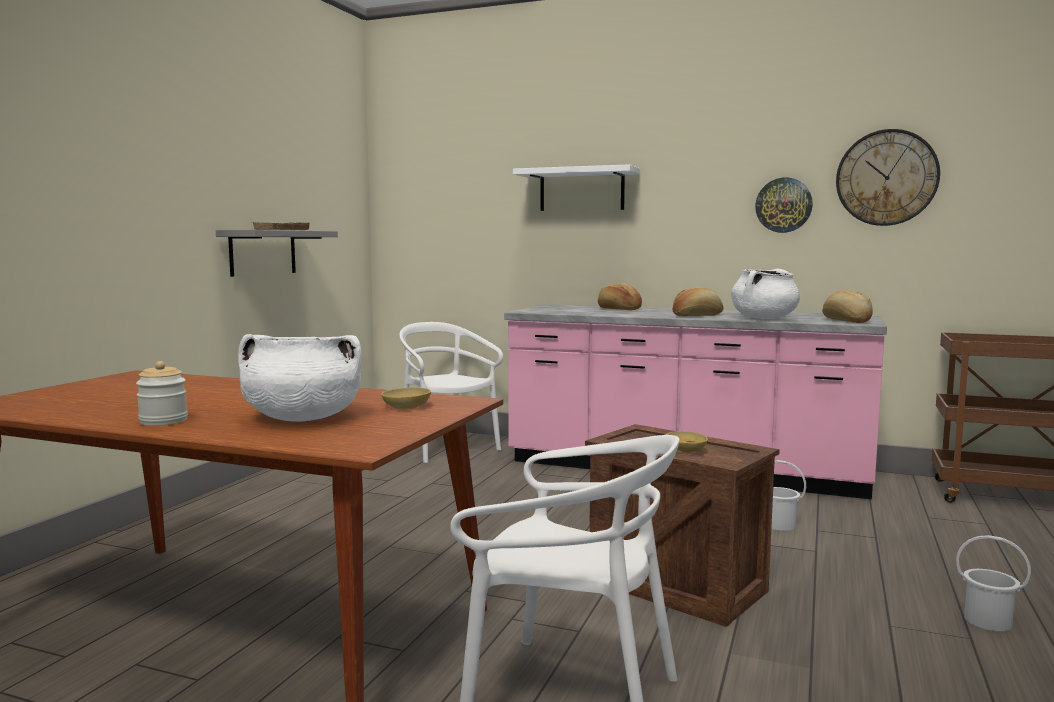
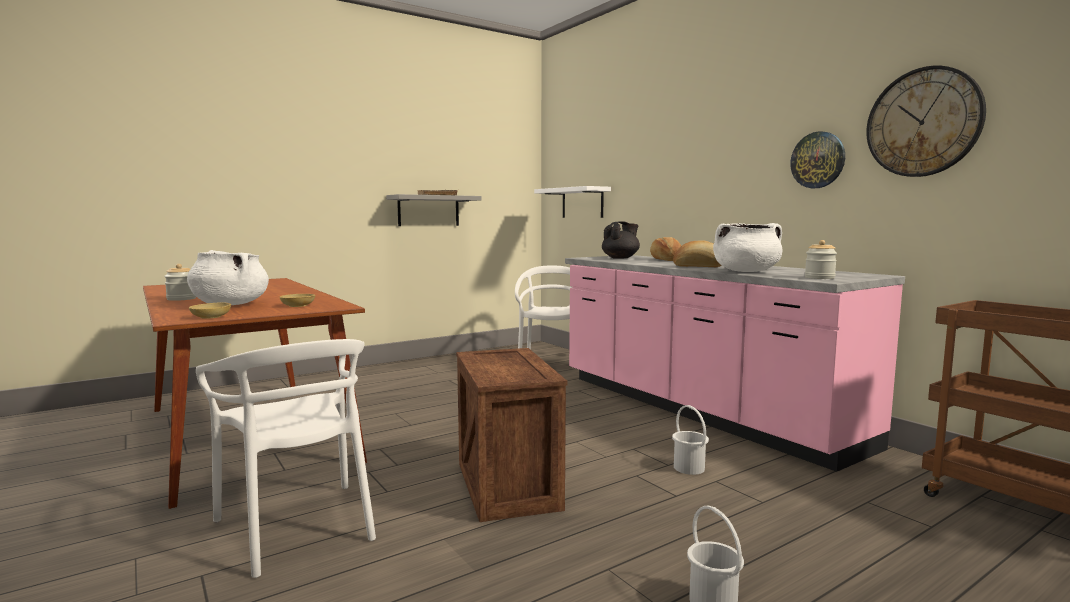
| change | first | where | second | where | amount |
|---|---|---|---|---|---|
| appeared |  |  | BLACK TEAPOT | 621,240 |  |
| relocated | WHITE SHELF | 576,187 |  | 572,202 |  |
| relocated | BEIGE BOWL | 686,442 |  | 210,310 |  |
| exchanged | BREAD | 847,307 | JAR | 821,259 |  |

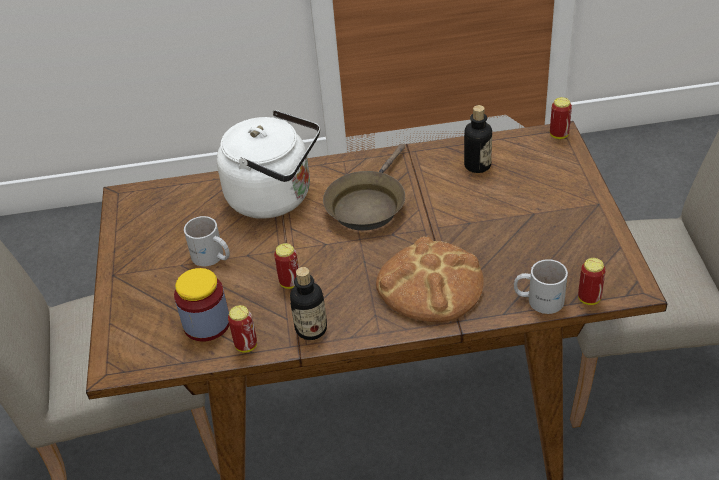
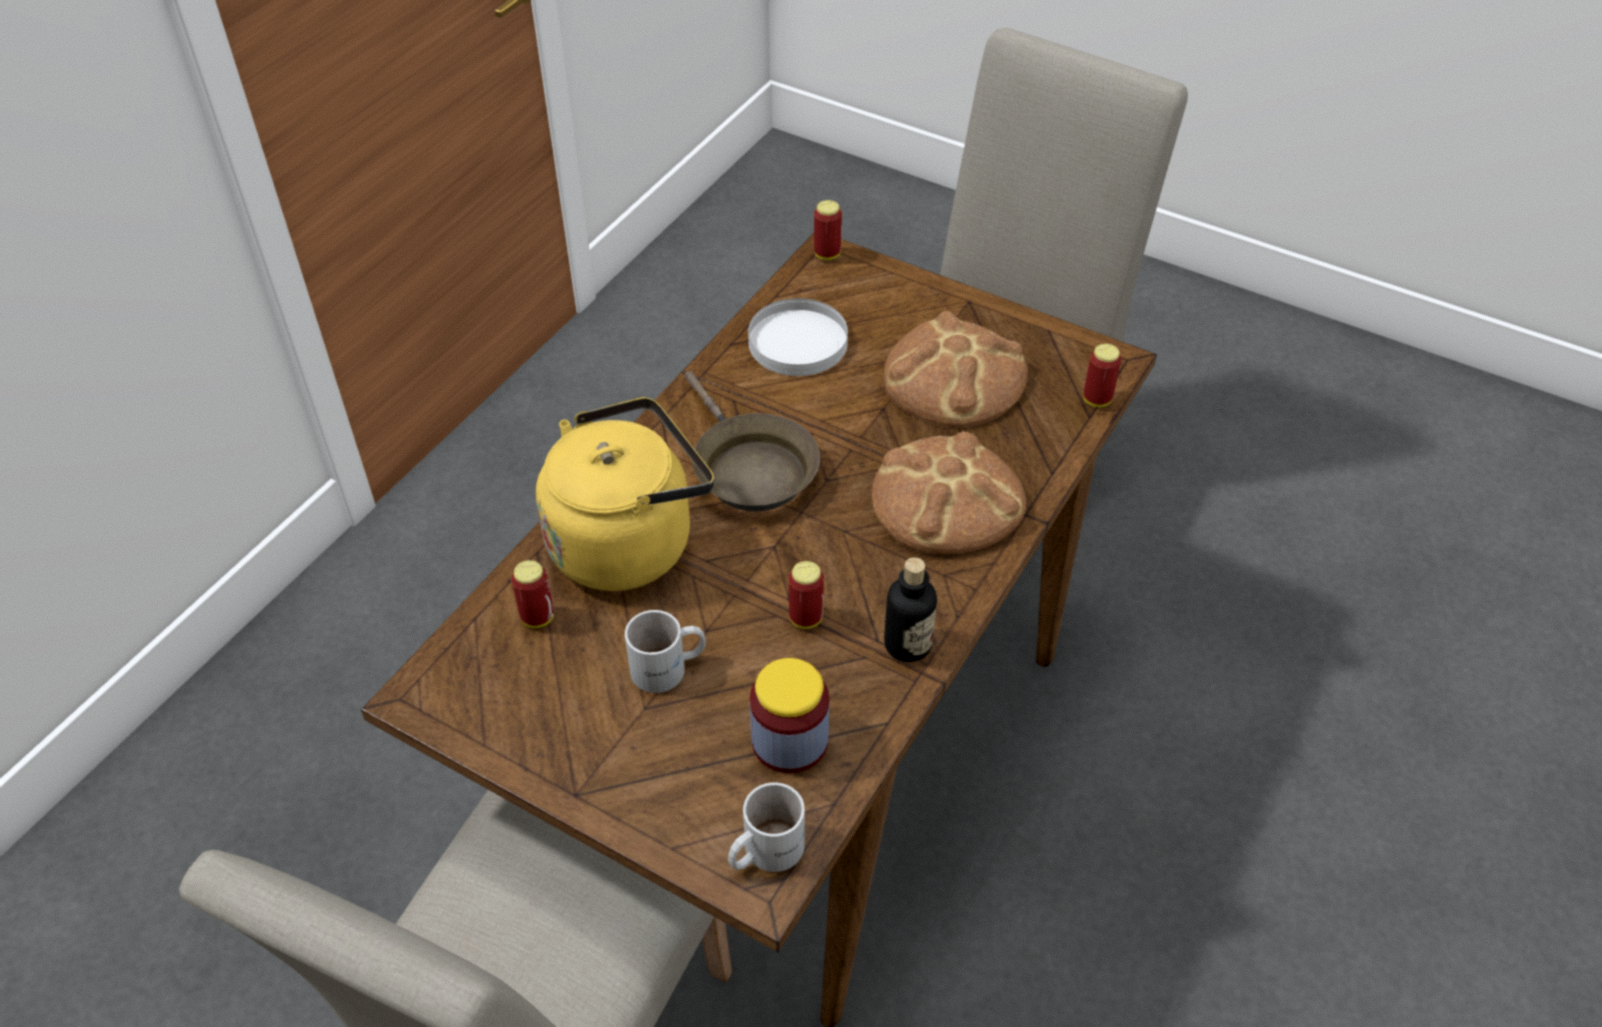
| change | first | where | second | where | amount |
|---|---|---|---|---|---|
| appeared |  |  | BREAD | 956,370 |  |
| relocated | CAN | 242,329 |  | 532,594 |  |
| relocated | WHITE MUG | 541,286 |  | 766,827 |  |
| exchanged | BOTTLE | 478,139 | WHITE PLATE | 798,337 |  |
| colour | WHITE KETTLE | 268,164 | YELLOW KETTLE | 625,494 |  |

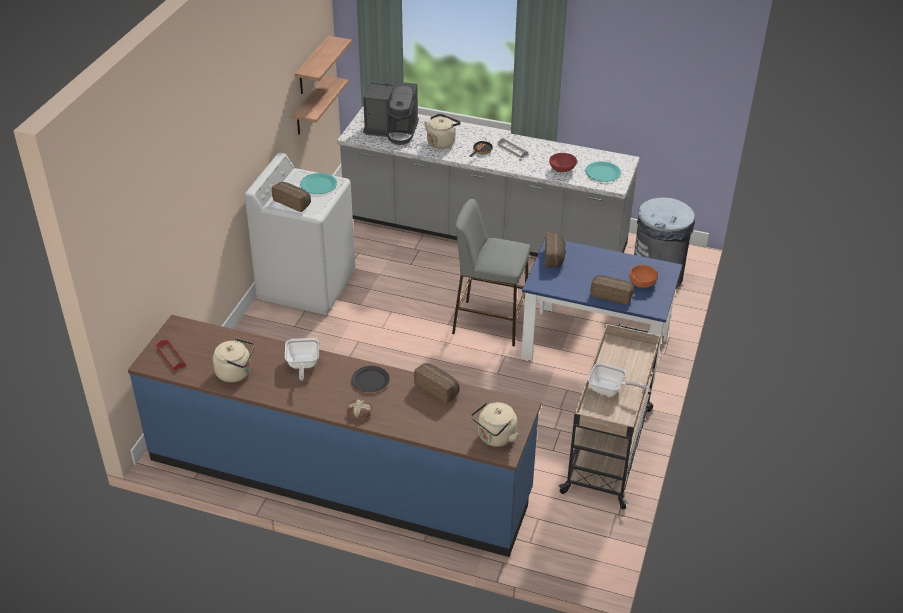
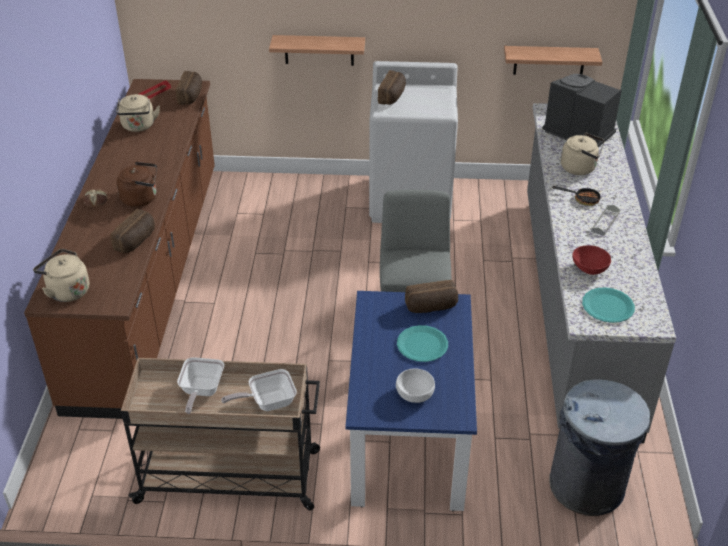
| change | first | where | second | where | amount |
|---|---|---|---|---|---|
| relocated | FRYING PAN | 302,359 |  | 259,390 |  |
| relocated | SHELF | 323,65 |  | 317,50 |  |
| relocated | TURQUOISE PLATE | 318,183 |  | 422,343 |  |
| relocated | BREAD | 612,290 |  | 189,88 |  |
| exchanged | BLACK PLATE | 370,379 | BROWN KETTLE | 137,184 |  |
| colour | BLUE COUNTER | 335,436 | BROWN COUNTER | 119,249 |  |
| colour | ORANGE BOWL | 643,276 | WHITE BOWL | 415,385 |  |
| spun | COFFEE MACHINE | 391,113 |  | 582,111 | 135 degrees clockwise |

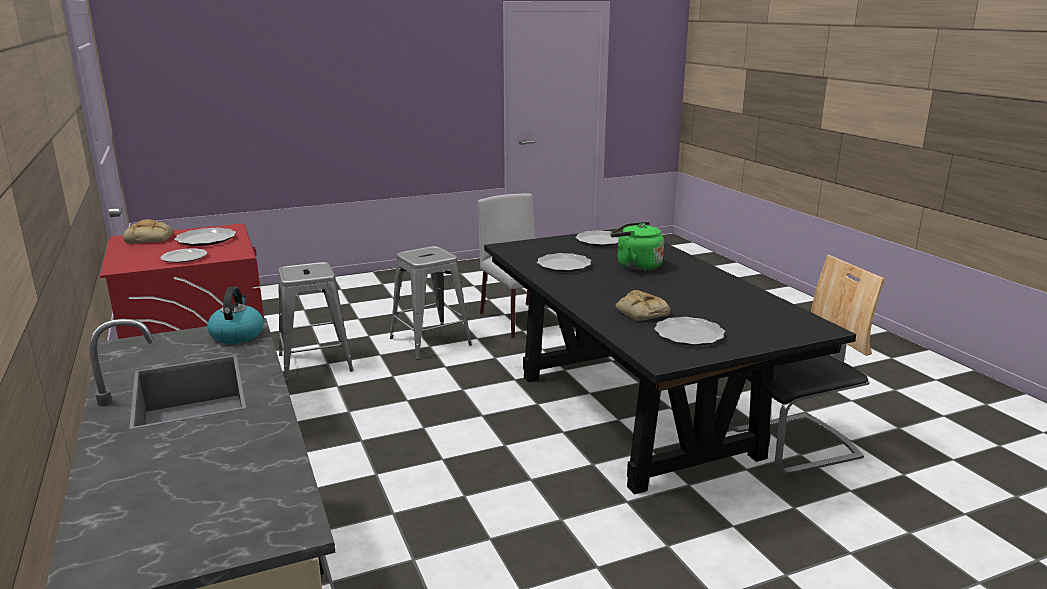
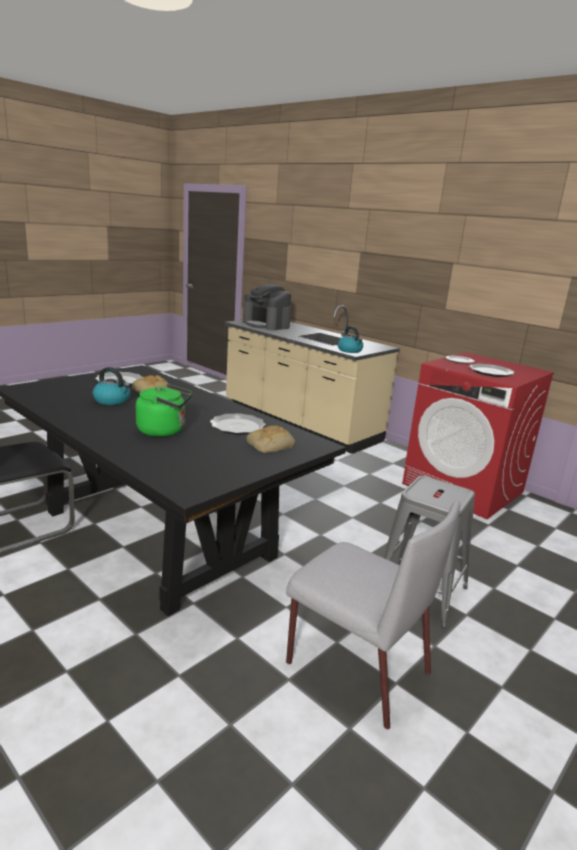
| change | first | where | second | where | amount |
|---|---|---|---|---|---|
| missing | GREY STOOL | 316,322 |  |  |  |
| missing | PLATE | 597,238 |  |  |  |
| appeared |  |  | KETTLE | 111,386 |  |
| appeared |  |  | COFFEE MACHINE | 267,307 |  |
| relocated | BREAD | 148,231 |  | 270,439 |  |

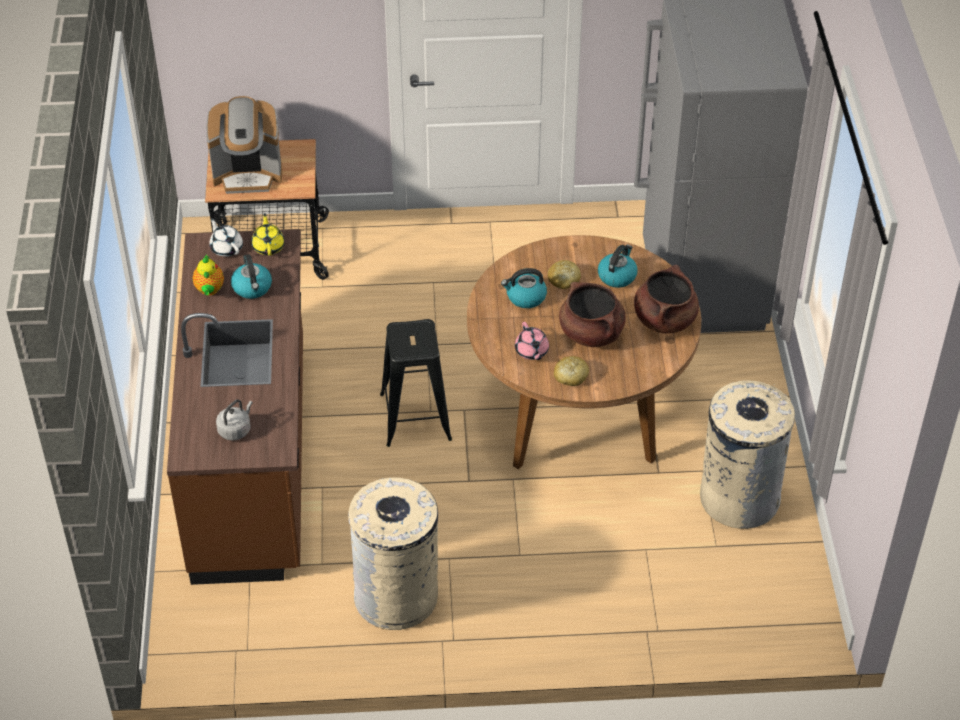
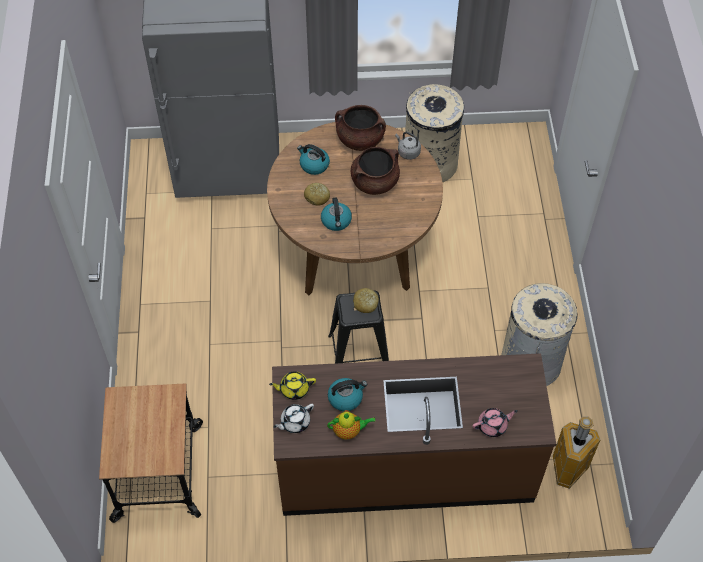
| change | first | where | second | where | amount |
|---|---|---|---|---|---|
| missing | COFFEE MACHINE | 244,145 |  |  |  |
| appeared |  |  | TRASH CAN | 576,452 |  |
| relocated | GREY KETTLE | 234,420 |  | 408,146 |  |
| relocated | PINK TEAPOT | 532,341 |  | 495,422 |  |
| relocated | BREAD | 571,371 |  | 366,300 |  |

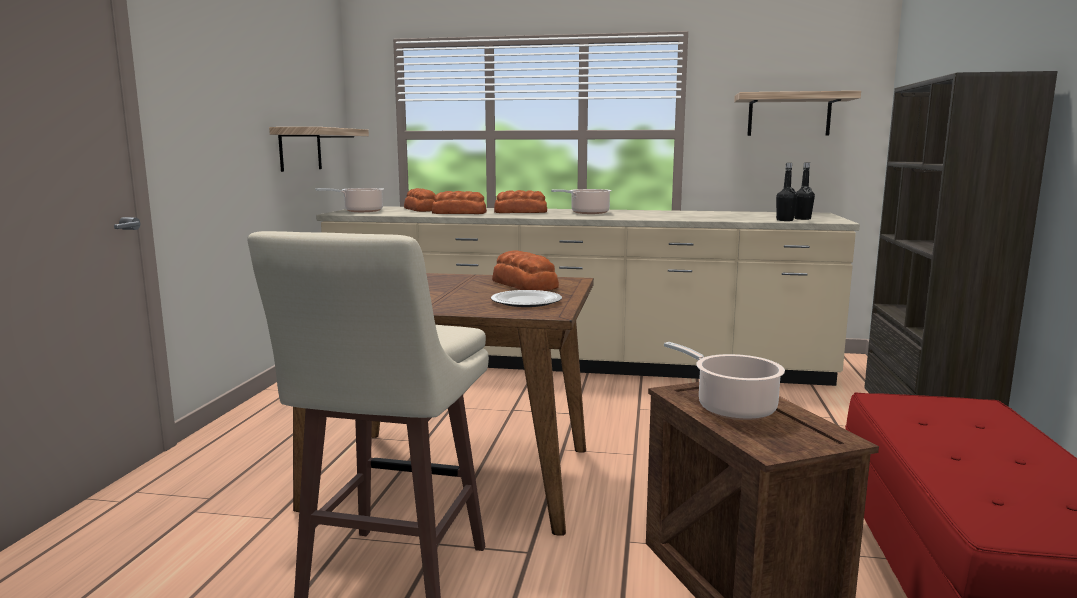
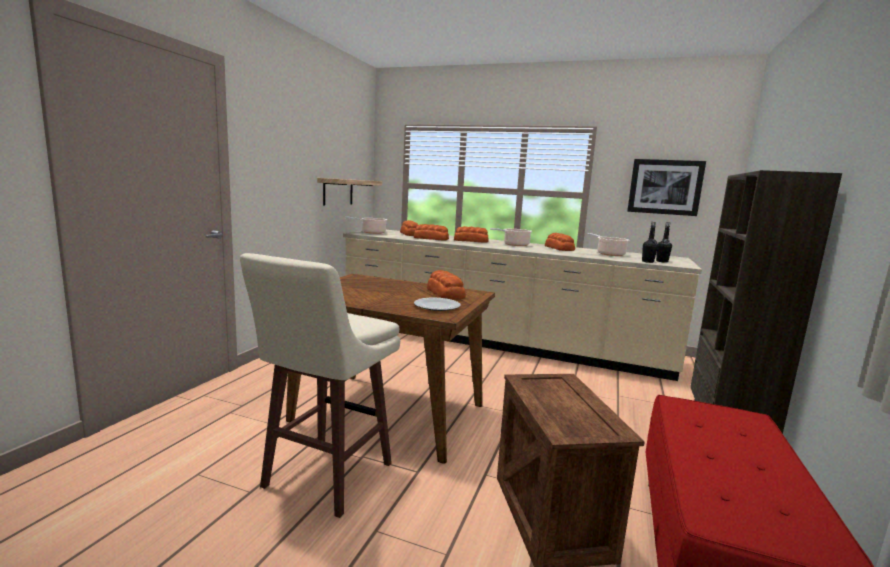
| change | first | where | second | where | amount |
|---|---|---|---|---|---|
| appeared |  |  | BREAD | 560,242 |  |
| relocated | COOKING POT | 724,381 |  | 608,244 |  |
| exchanged | SHELF | 797,113 | PICTURE | 666,187 |  |

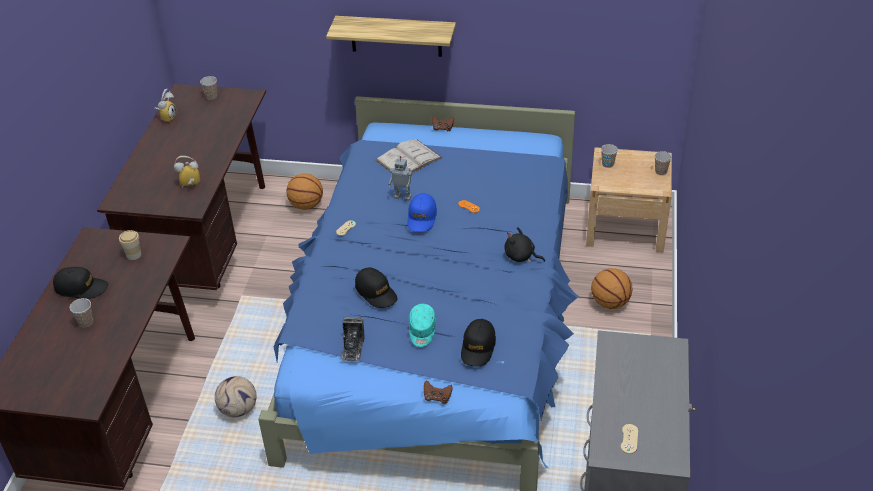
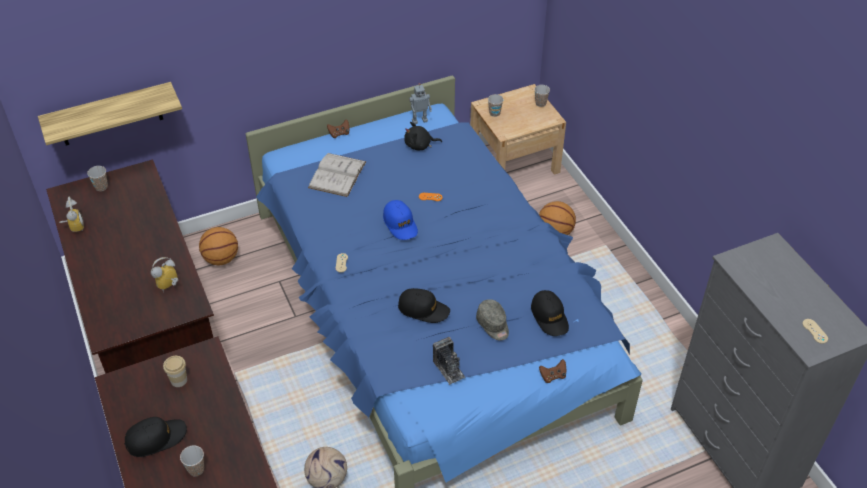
| change | first | where | second | where | amount |
|---|---|---|---|---|---|
| relocated | SHELF | 391,36 |  | 110,113 |  |
| relocated | TOY ROBOT | 400,178 |  | 420,103 |  |
| relocated | BLACK PLUSH TOY | 524,245 |  | 423,136 |  |
| colour | TURQUOISE CAP | 422,325 | GREY CAP | 492,319 |  |

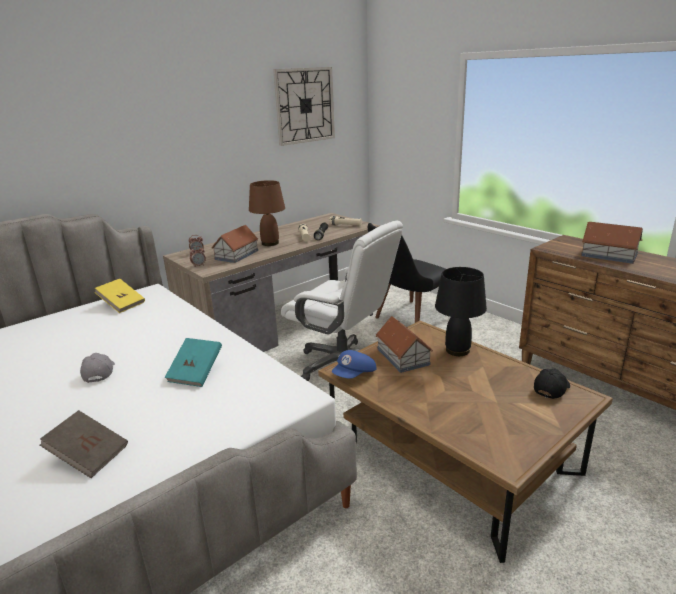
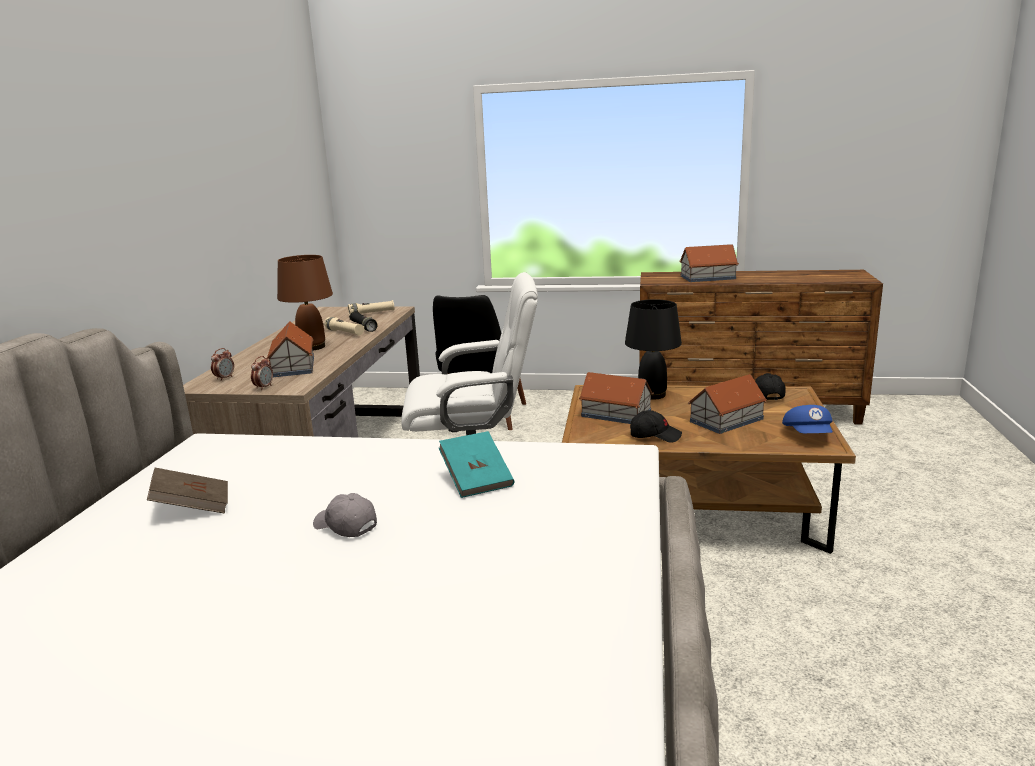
| change | first | where | second | where | amount |
|---|---|---|---|---|---|
| missing | YELLOW BOOK | 119,296 |  |  |  |
| missing | WALL CLOCK | 304,106 |  |  |  |
| appeared |  |  | BLACK CAP | 656,426 |  |
| appeared |  |  | TOY HOUSE | 727,404 |  |
| relocated | BROWN BOOK | 84,444 |  | 187,491 |  |
| relocated | BLUE CAP | 354,364 |  | 807,419 |  |

